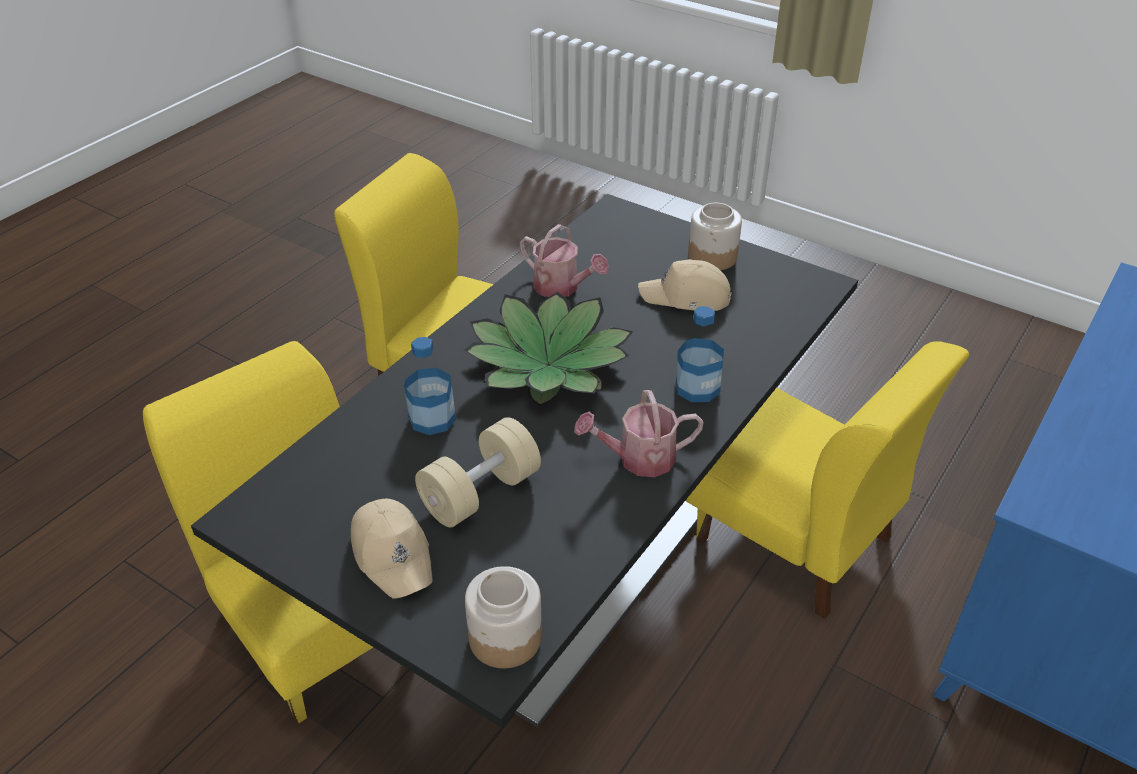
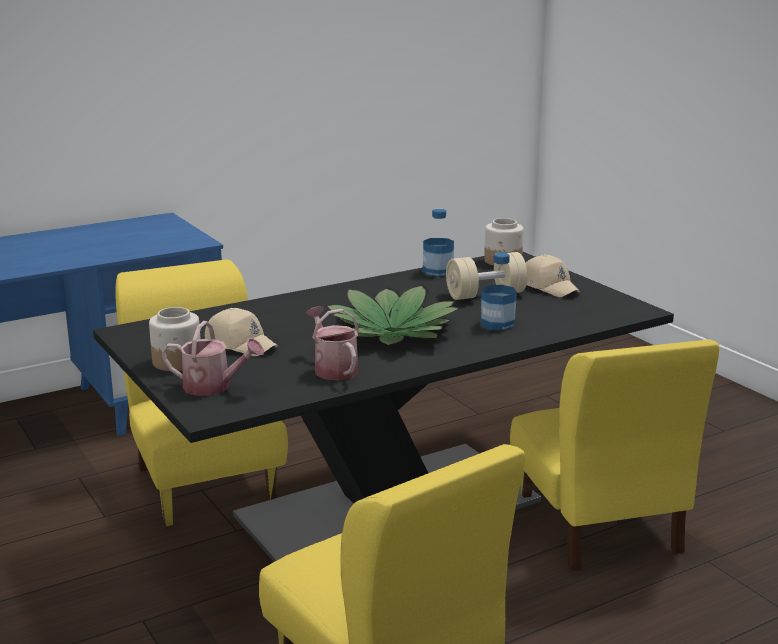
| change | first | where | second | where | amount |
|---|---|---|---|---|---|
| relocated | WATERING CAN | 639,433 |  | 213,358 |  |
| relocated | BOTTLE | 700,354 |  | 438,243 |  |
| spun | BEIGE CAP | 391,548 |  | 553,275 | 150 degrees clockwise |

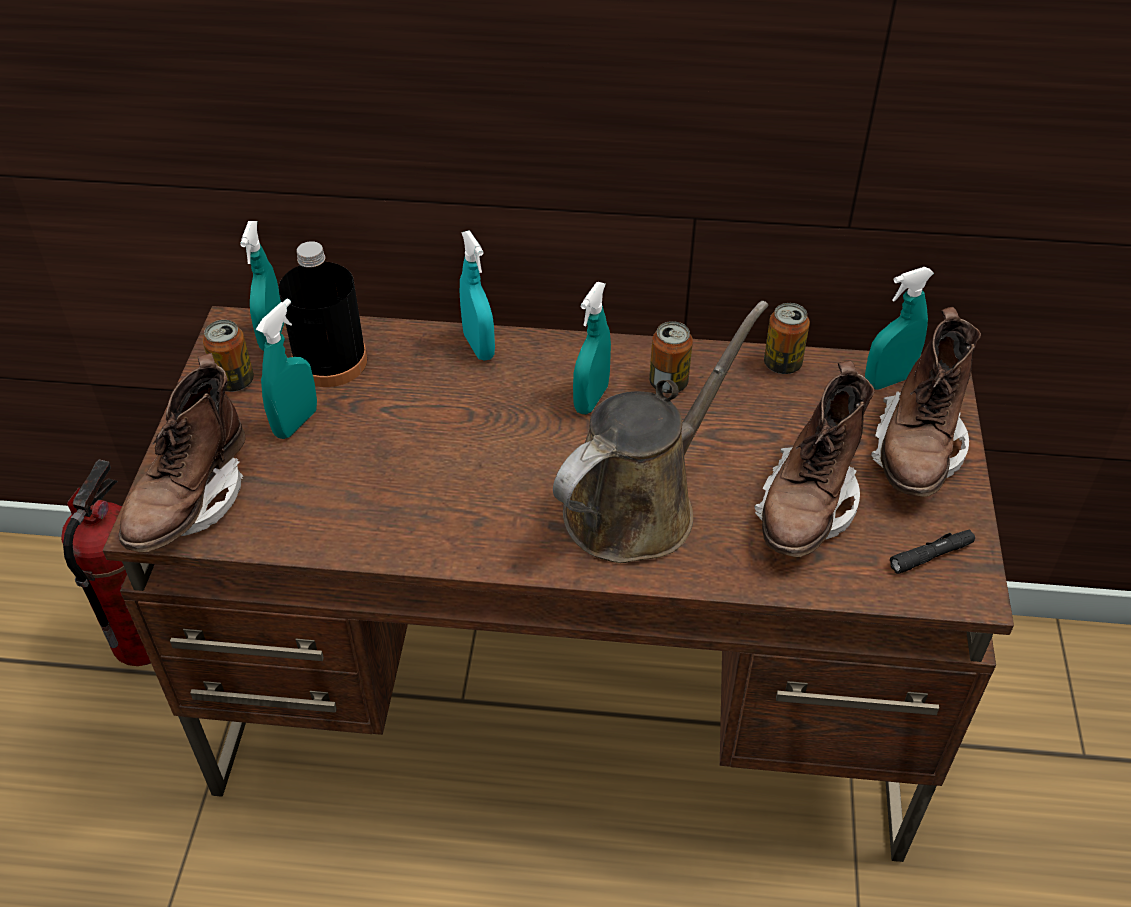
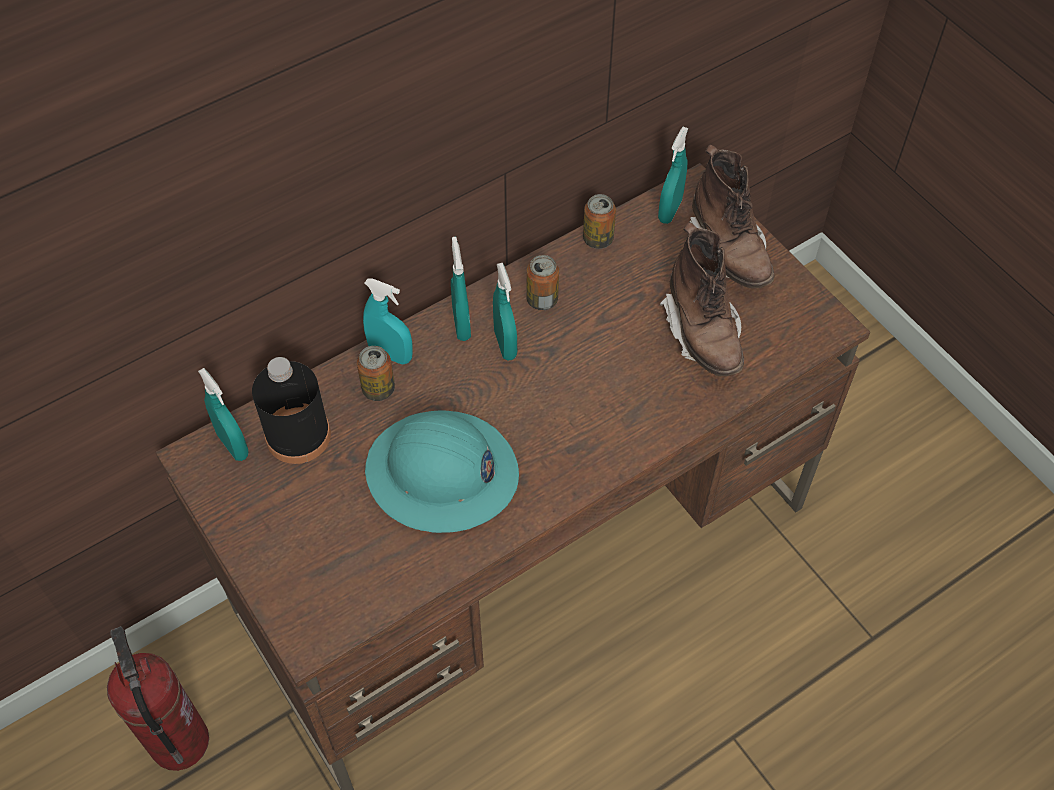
| change | first | where | second | where | amount |
|---|---|---|---|---|---|
| missing | BROWN BOOT | 182,452 |  |  |  |
| missing | BROWN WATERING CAN | 661,432 |  |  |  |
| missing | BLACK FLASHLIGHT | 932,552 |  |  |  |
| appeared |  |  | TURQUOISE HARD HAT | 442,471 |  |
| relocated | CAN | 228,356 |  | 376,373 |  |
| relocated | TURQUOISE SPRAY BOTTLE | 286,368 |  | 461,289 |  |

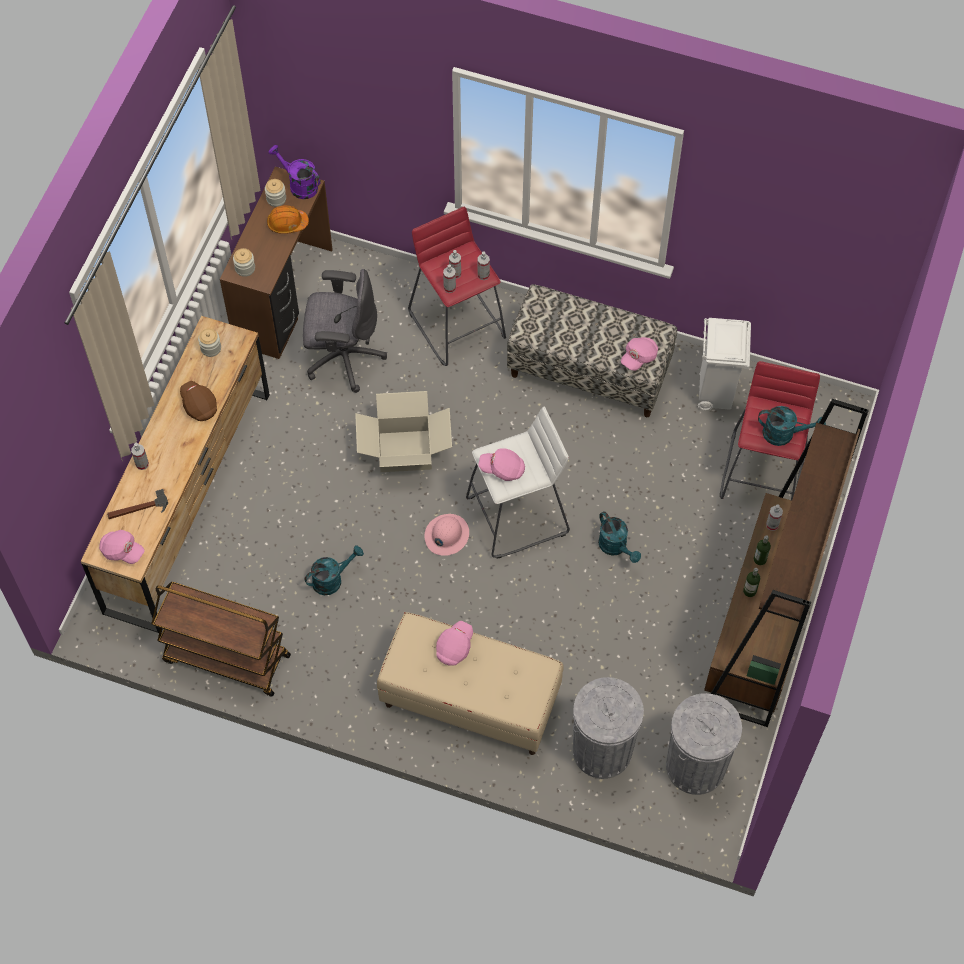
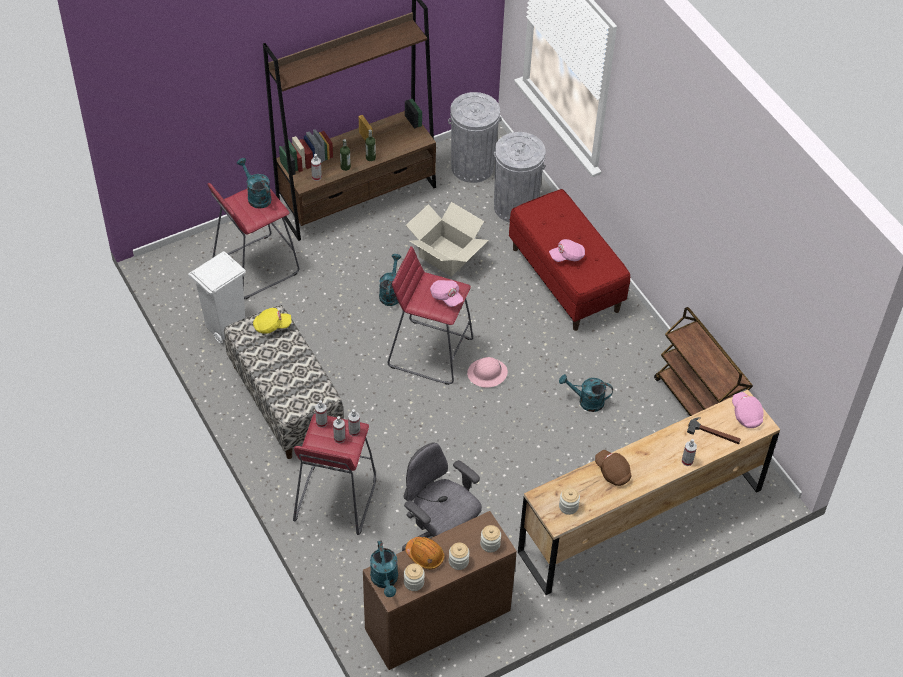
| change | first | where | second | where | amount |
|---|---|---|---|---|---|
| appeared |  |  | JAR | 459,556 |  |
| relocated | CARDBOARD BOX | 403,431 |  | 447,239 |  |
| colour | PURPLE WATERING CAN | 294,172 | TURQUOISE WATERING CAN | 384,568 |  |
| colour | BEIGE BENCH | 470,683 | RED BENCH | 569,260 |  |
| colour | WHITE STOOL | 518,482 | RED STOOL | 430,315 |  |
| colour | PINK CAP | 639,354 | YELLOW CAP | 272,321 |  |
| spun | BROWN CAP | 198,401 |  | 613,468 | 135 degrees clockwise |

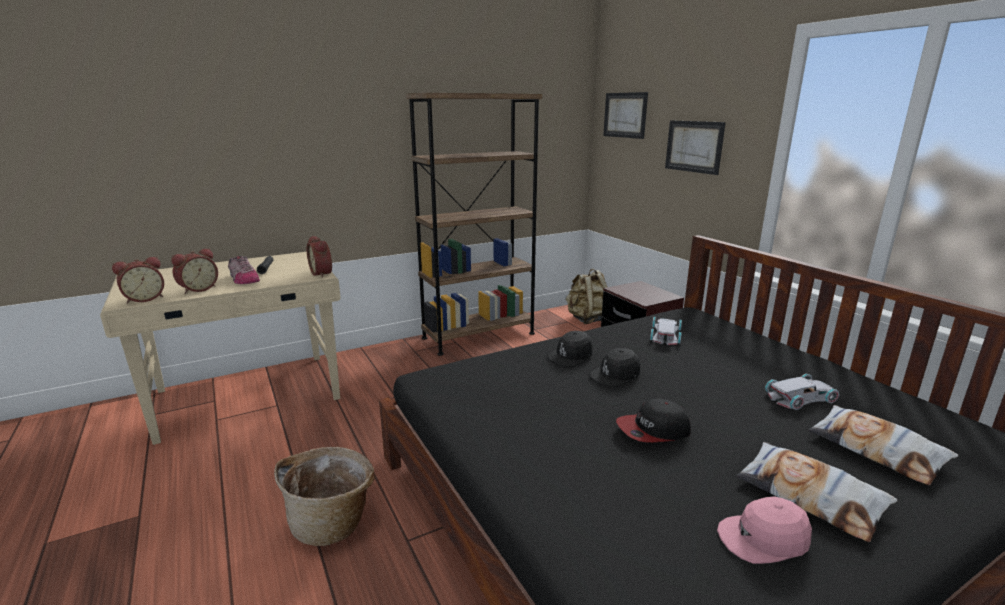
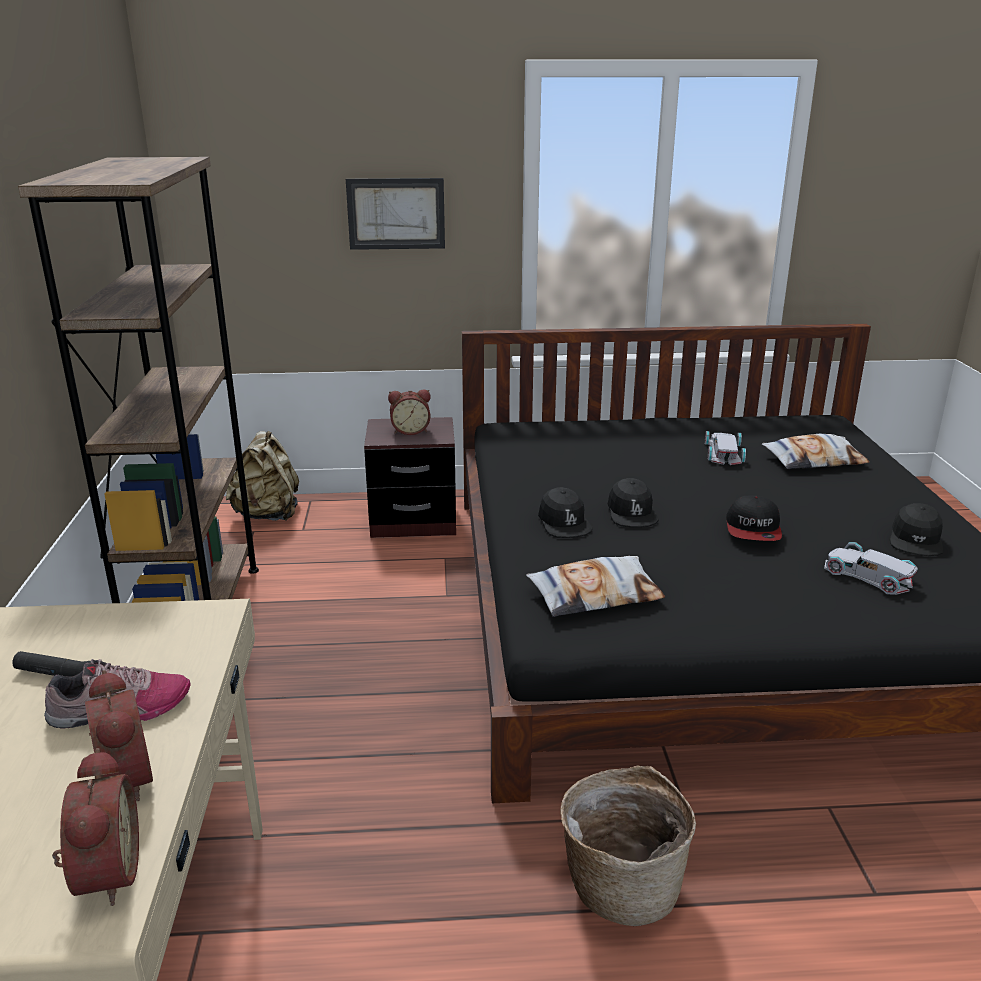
| change | first | where | second | where | amount |
|---|---|---|---|---|---|
| missing | PICTURE | 625,115 |  |  |  |
| relocated | ALARM CLOCK | 319,257 |  | 409,412 |  |
| relocated | WHITE TOY CAR | 666,331 |  | 871,568 |  |
| relocated | PILLOW | 816,492 |  | 595,586 |  |
| colour | PINK CAP | 764,530 | BLACK CAP | 916,529 |  |

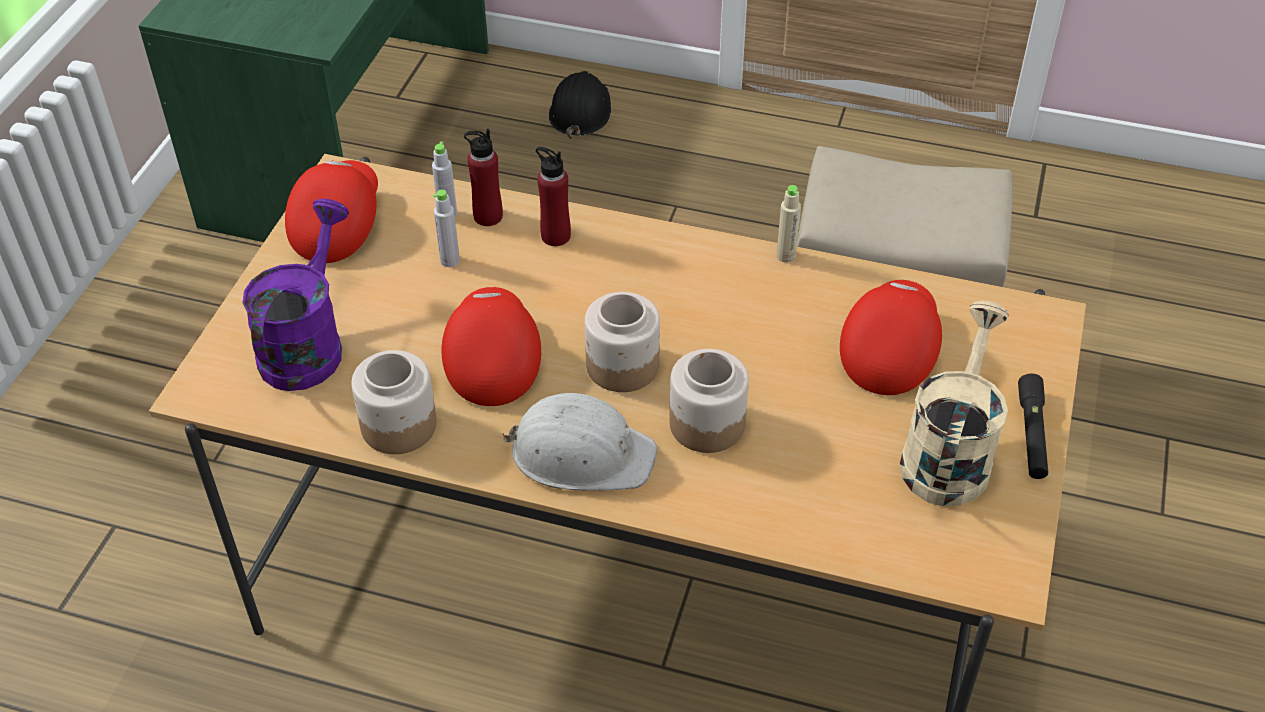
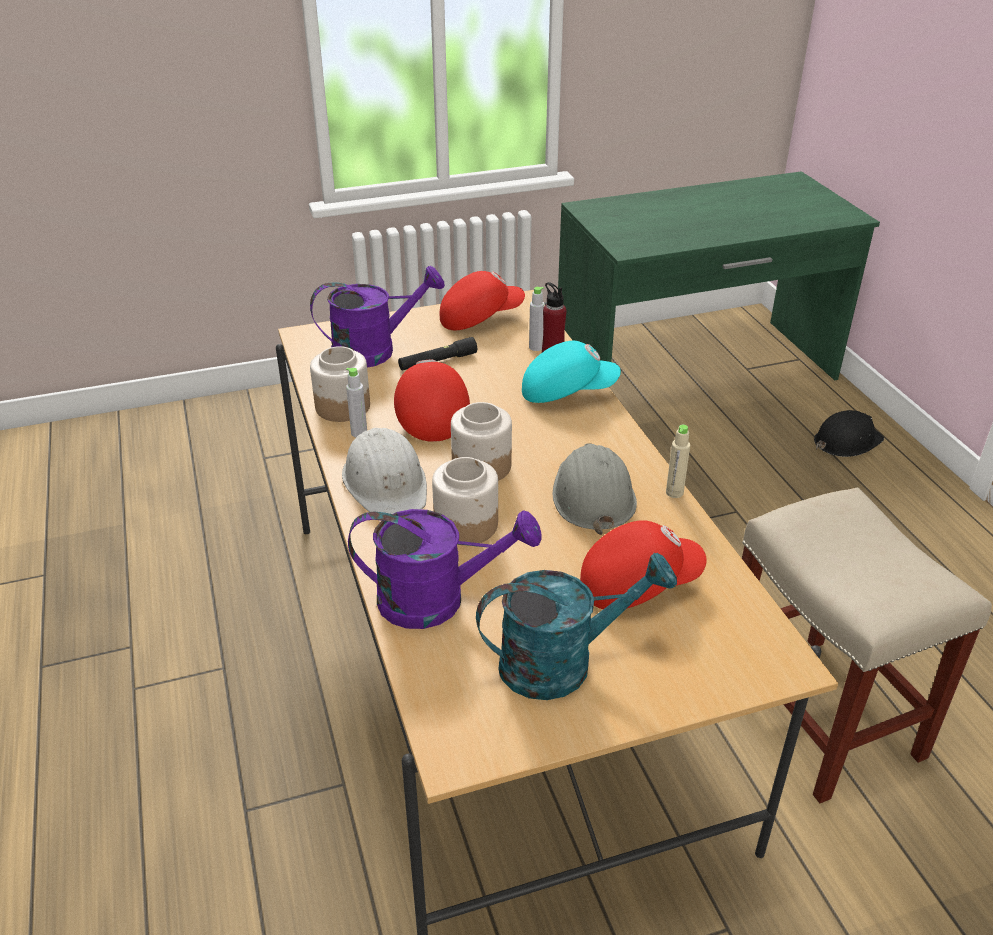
| change | first | where | second | where | amount |
|---|---|---|---|---|---|
| appeared |  |  | PURPLE WATERING CAN | 445,569 |  |
| appeared |  |  | GREY HARD HAT | 595,489 |  |
| relocated | GREY BOTTLE | 446,228 |  | 356,403 |  |
| relocated | BLACK FLASHLIGHT | 1033,426 |  | 437,354 |  |
| exchanged | RED BOTTLE | 553,196 | TURQUOISE CAP | 571,372 |  |
| colour | BEIGE WATERING CAN | 954,403 | TURQUOISE WATERING CAN | 576,626 |  |
| spun | RED CAP | 491,346 |  | 432,401 | 60 degrees counterclockwise |

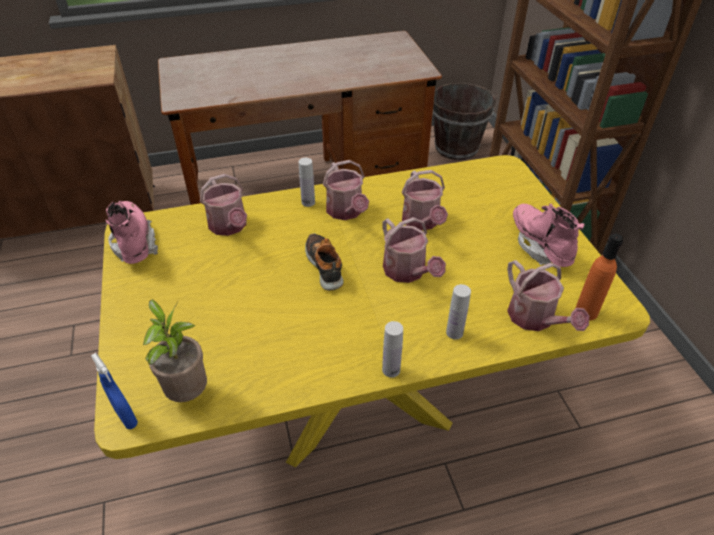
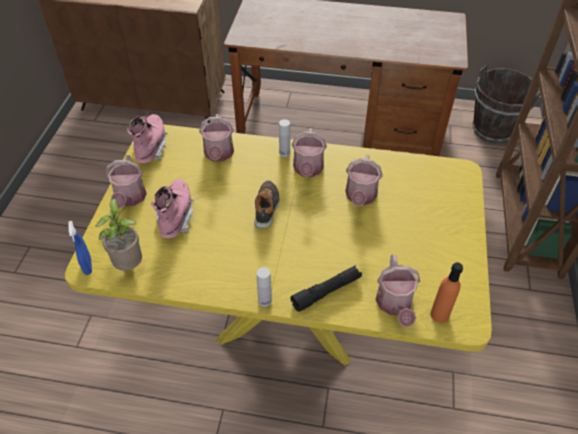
| change | first | where | second | where | amount |
|---|---|---|---|---|---|
| relocated | WATERING CAN | 414,250 |  | 126,182 |  |
| relocated | PINK BOOT | 549,235 |  | 173,208 |  |
| exchanged | WHITE BOTTLE | 458,312 | BLACK FLASHLIGHT | 326,288 |  |

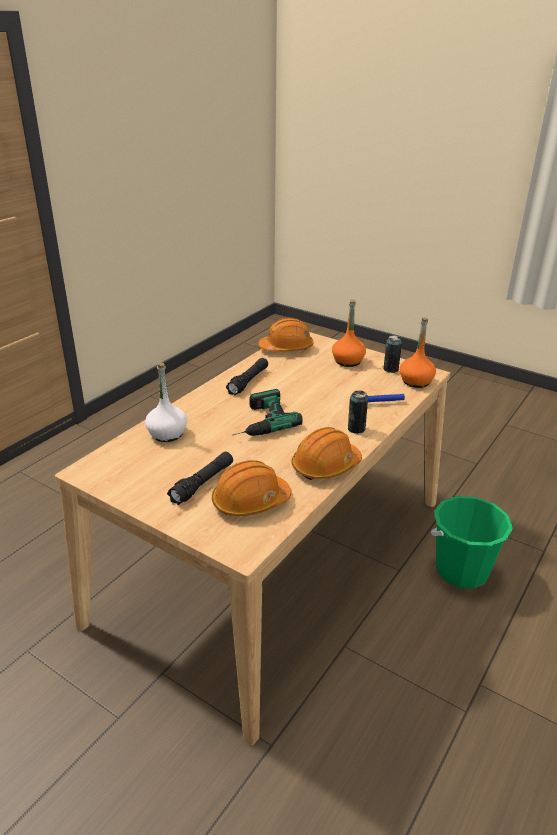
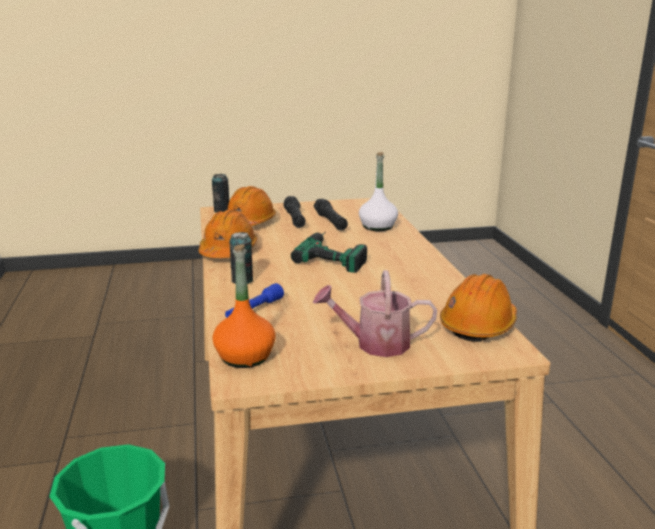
| change | first | where | second | where | amount |
|---|---|---|---|---|---|
| relocated | BLACK FLASHLIGHT | 247,376 |  | 331,214 |  |
| relocated | CAN | 392,354 |  | 220,193 |  |
| exchanged | ORANGE BOTTLE | 349,333 | WATERING CAN | 375,313 |  |

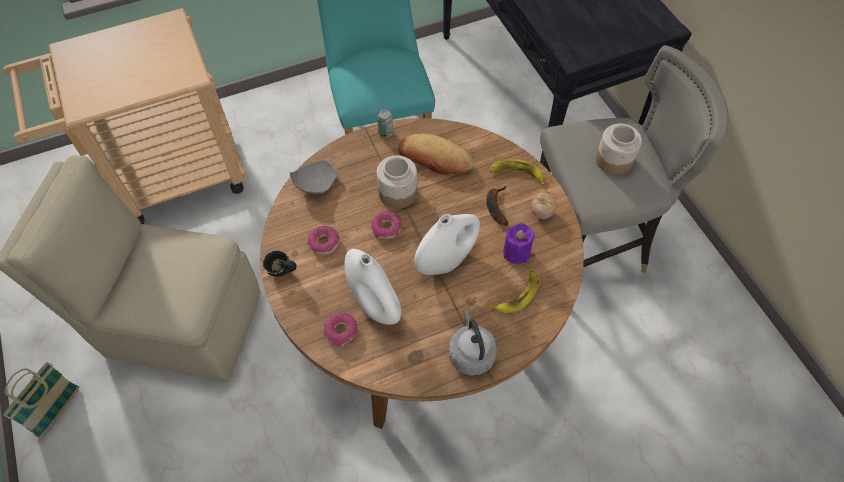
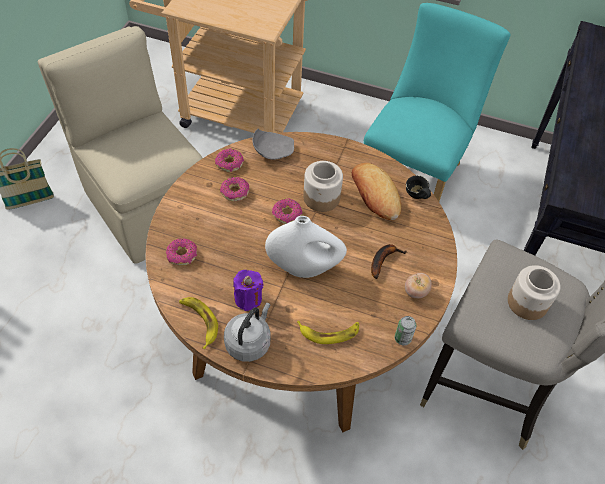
| change | first | where | second | where | amount |
|---|---|---|---|---|---|
| missing | WHITE VASE | 372,287 |  |  |  |
| appeared |  |  | DONUT | 229,160 |  |
| relocated | BLACK MUG | 280,263 |  | 418,187 |  |
| relocated | CAN | 385,123 |  | 405,330 |  |
| relocated | BANANA | 516,172 |  | 198,323 |  |
| relocated | PURPLE CANDLE | 519,243 |  | 248,290 |  |

